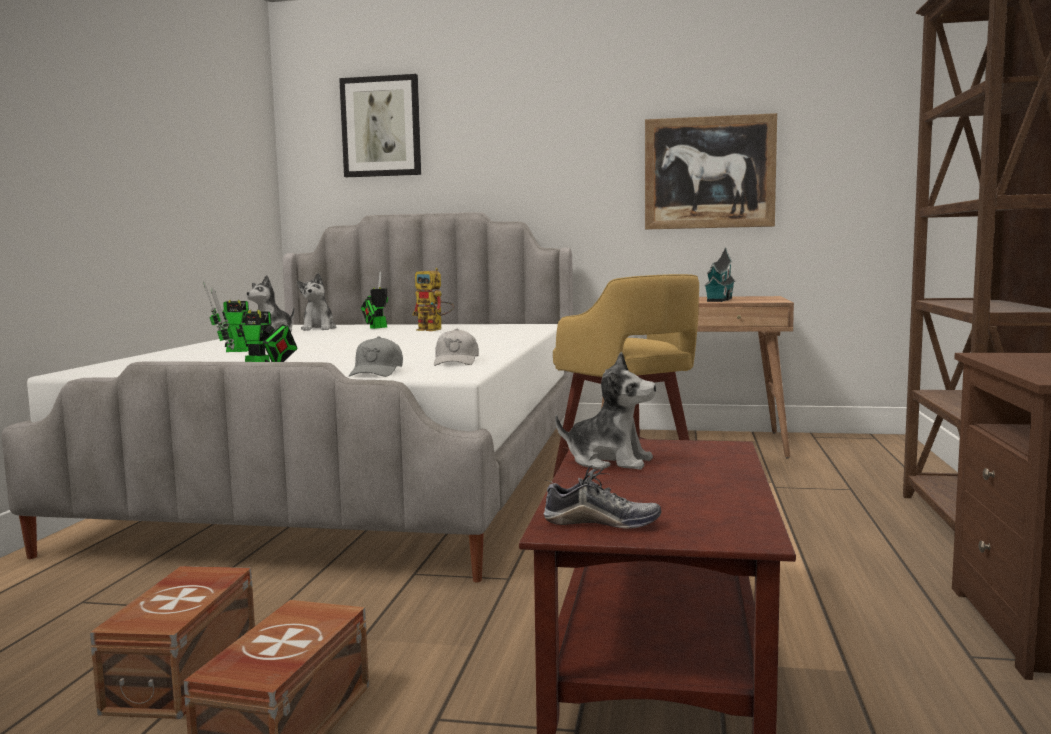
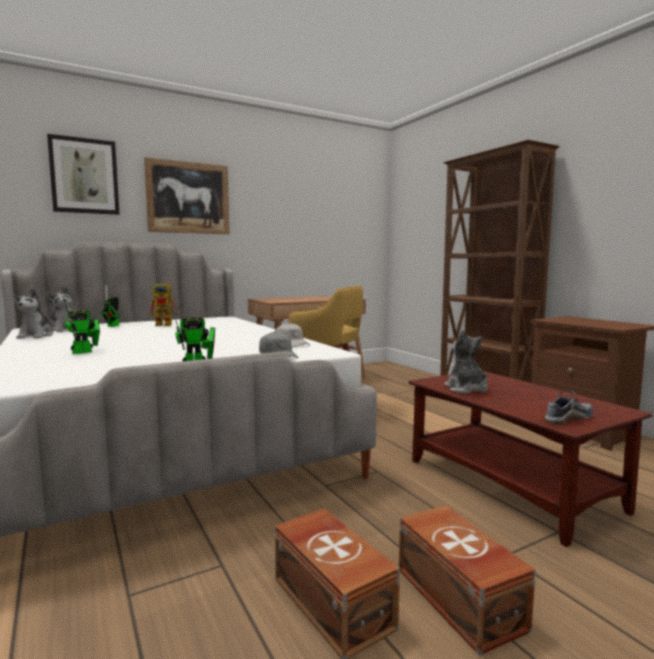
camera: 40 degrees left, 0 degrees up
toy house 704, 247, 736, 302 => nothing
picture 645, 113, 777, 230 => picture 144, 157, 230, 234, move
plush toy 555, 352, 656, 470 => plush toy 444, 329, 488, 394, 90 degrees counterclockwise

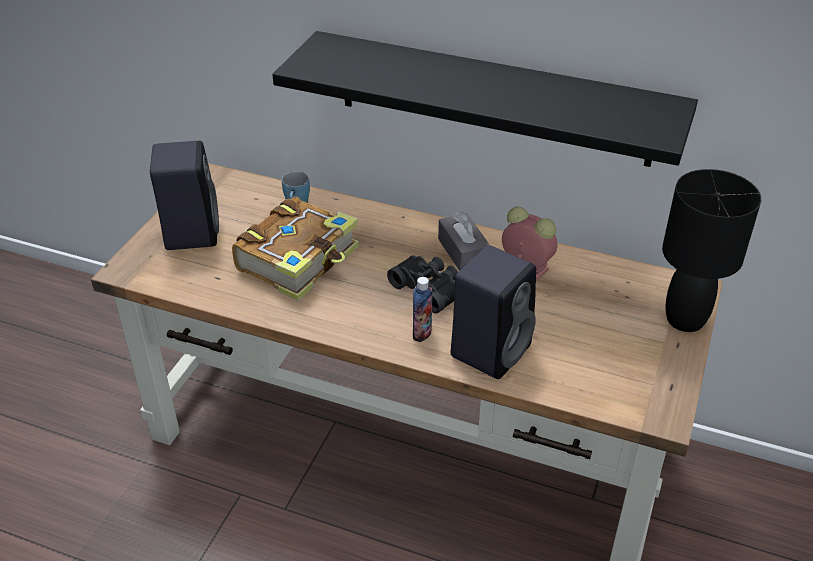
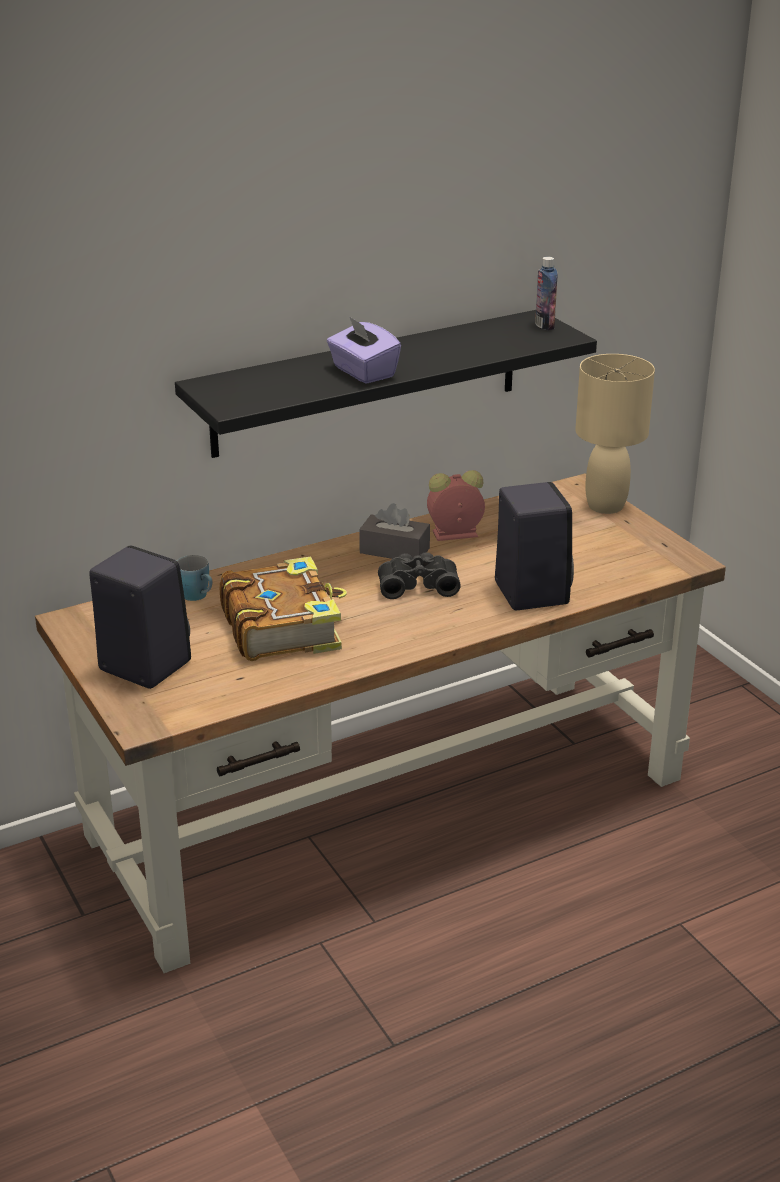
camera: 50 degrees left, 10 degrees down
nothing => purple tissue box 327, 316, 401, 384
bottle 413, 277, 433, 342 => bottle 535, 257, 558, 330, move
black table lamp 662, 169, 761, 332 => beige table lamp 575, 354, 655, 514

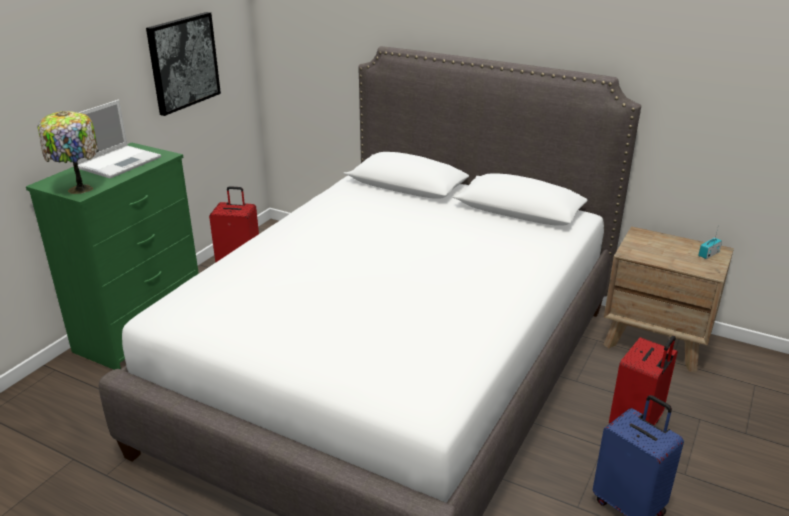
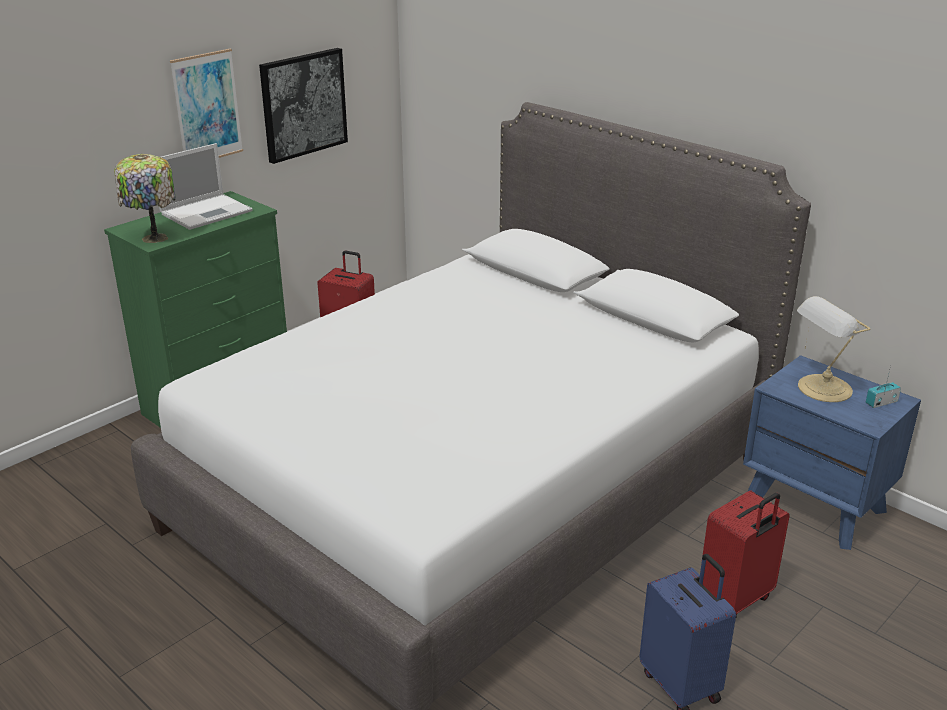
camera: 15 degrees right, 0 degrees up
nothing => picture 170, 49, 243, 158
nothing => table lamp 797, 296, 871, 402
brown nightstand 603, 226, 734, 372 => blue nightstand 743, 355, 921, 550

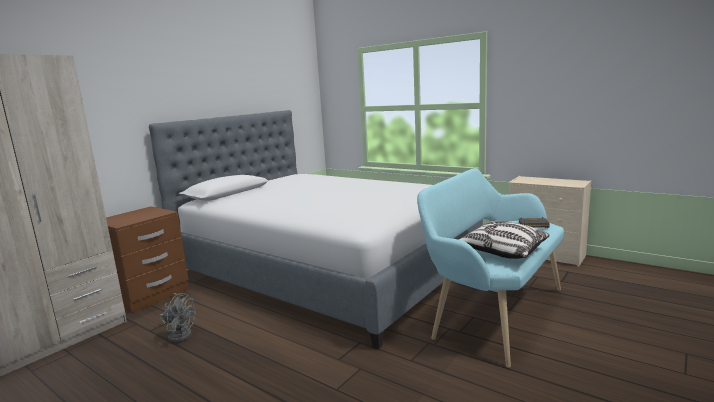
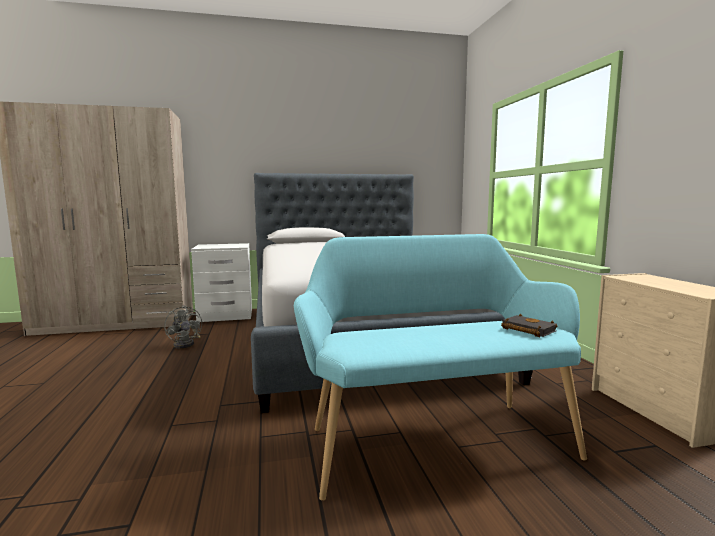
camera: 40 degrees right, 5 degrees down
pillow 459, 221, 550, 259 => nothing
brown nightstand 106, 206, 189, 313 => white nightstand 191, 243, 252, 322

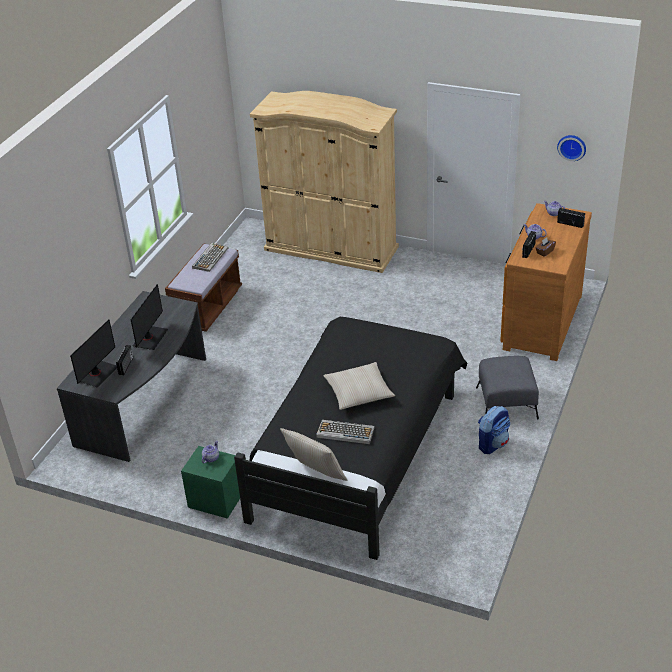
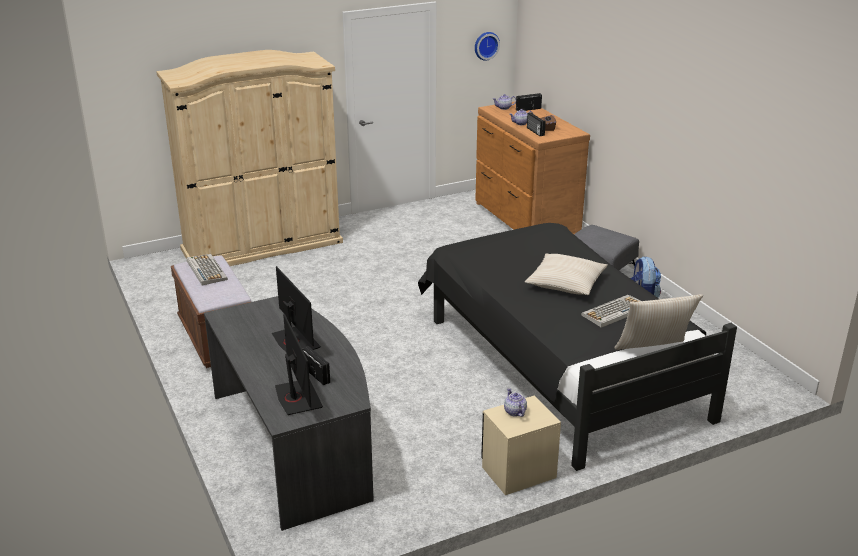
camera: 50 degrees left, 10 degrees down
green nightstand 181, 446, 240, 519 => beige nightstand 481, 396, 561, 495

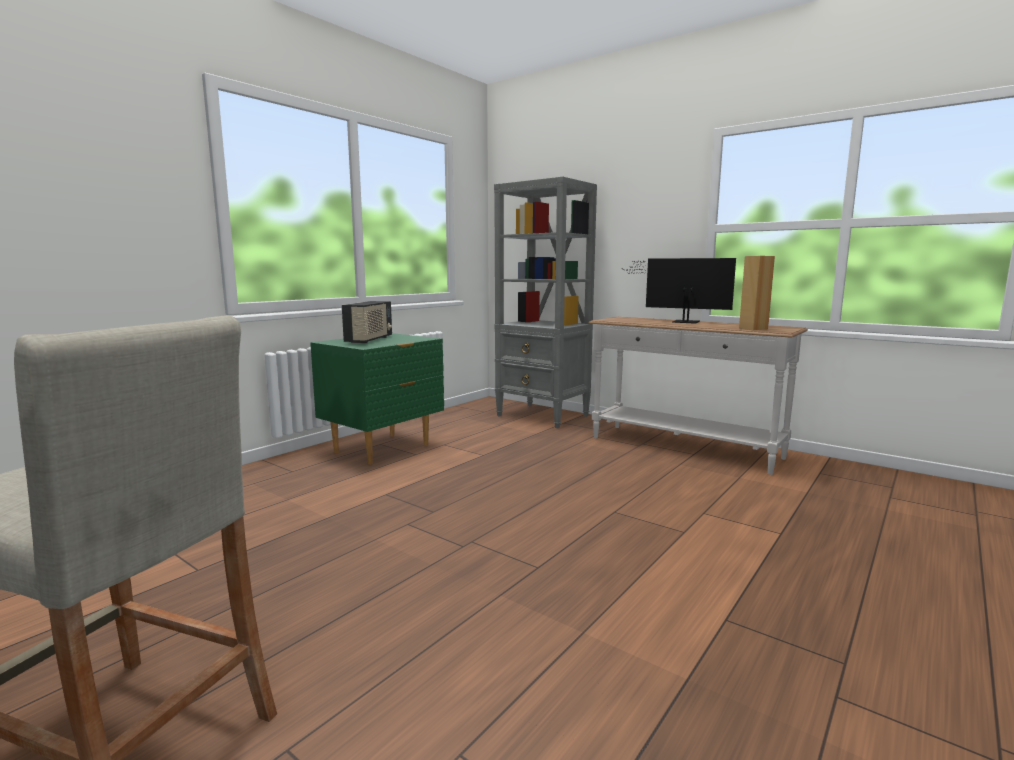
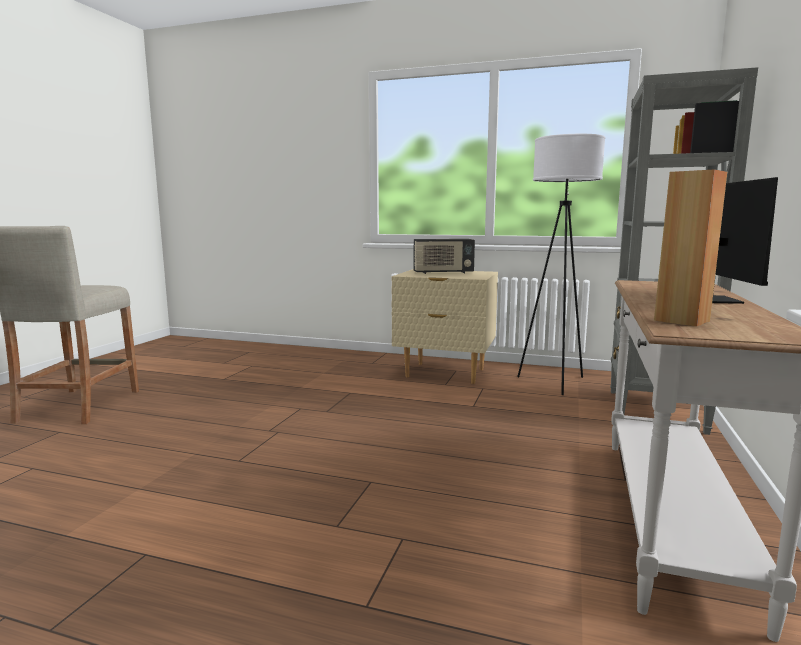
camera: 70 degrees right, 0 degrees up
nothing => white floor lamp 517, 134, 605, 395
green nightstand 310, 333, 444, 465 => beige nightstand 391, 269, 498, 384

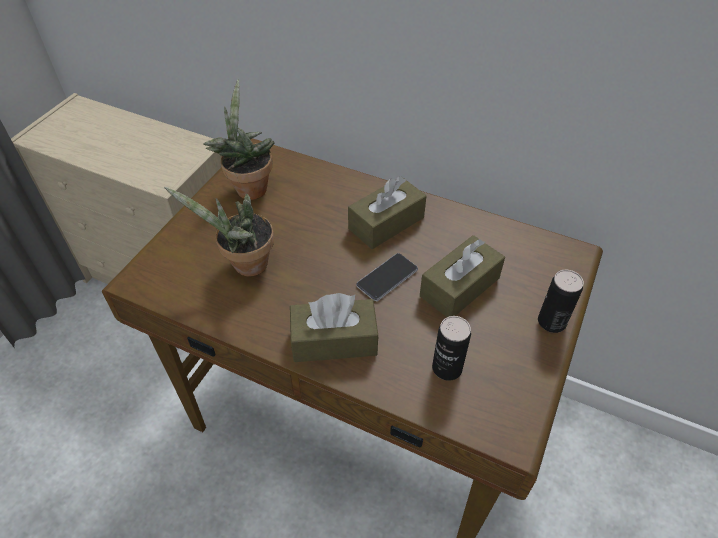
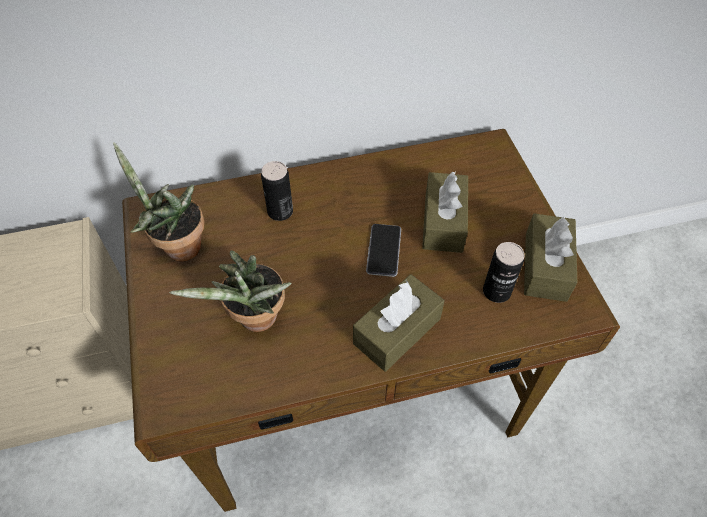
camera: 40 degrees left, 5 degrees up
brown tissue box 348, 176, 427, 249 => brown tissue box 524, 214, 577, 302, move
can 538, 270, 584, 333 => can 261, 161, 293, 221, move

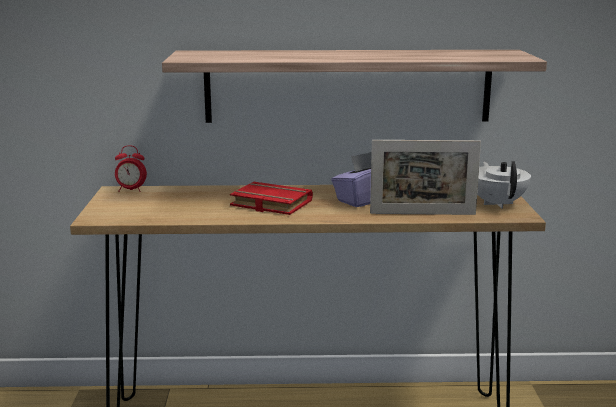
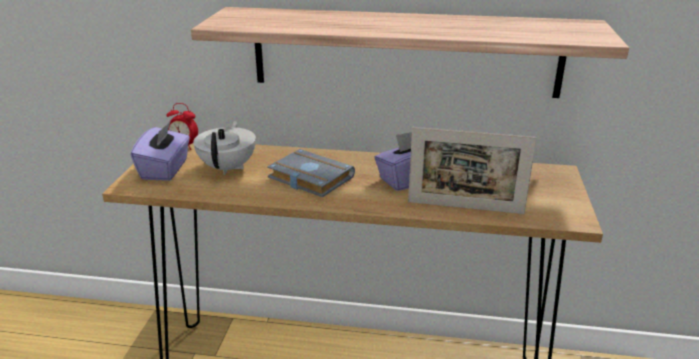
camera: 10 degrees right, 10 degrees up
nothing => purple tissue box 131, 121, 190, 181
white teapot 477, 161, 531, 209 => white teapot 193, 121, 256, 175, move
red book 230, 182, 313, 215 => grey book 267, 149, 355, 197

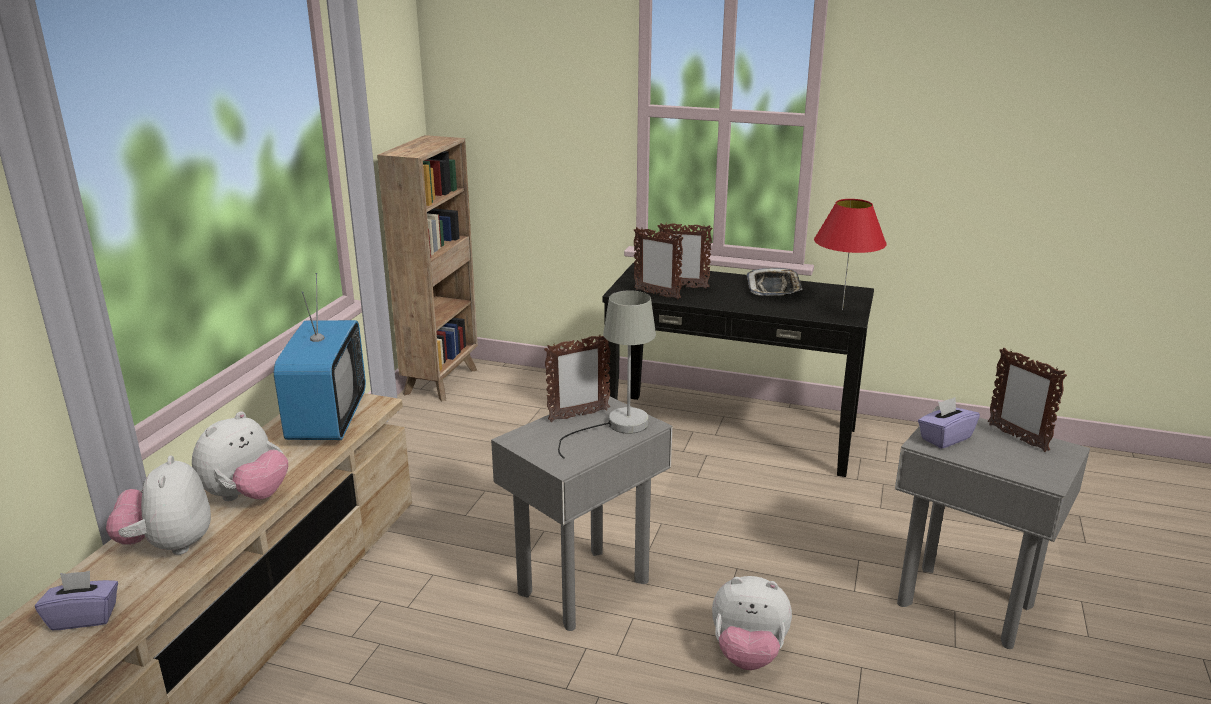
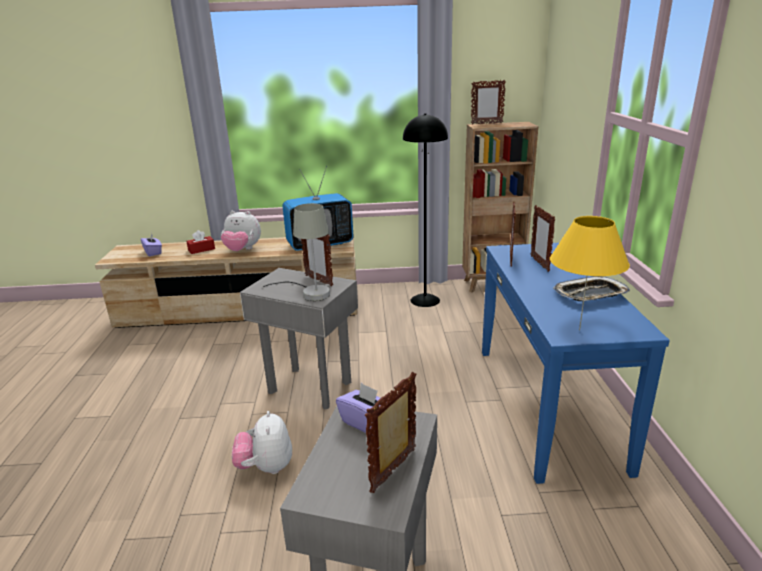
camera: 70 degrees right, 0 degrees up
nothing => black floor lamp 403, 113, 448, 307
nothing => picture frame 471, 80, 506, 124
plush toy 106, 456, 211, 555 => red tissue box 186, 230, 215, 254
black console table 602, 263, 874, 477 => blue console table 482, 243, 670, 484
red table lamp 814, 199, 887, 310 => yellow table lamp 550, 216, 630, 330

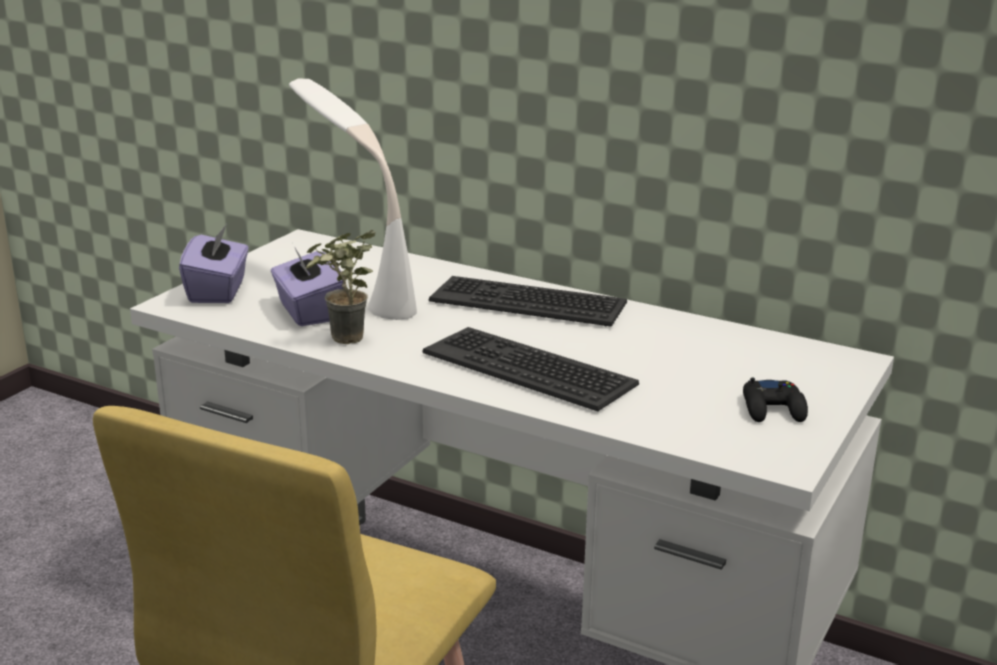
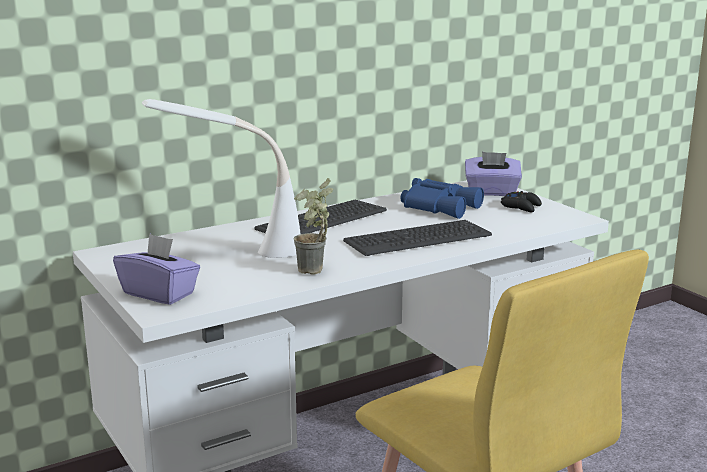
camera: 60 degrees left, 5 degrees down
nothing => blue binoculars 401, 178, 484, 219
purple tissue box 271, 248, 344, 326 => purple tissue box 465, 152, 522, 196, move

